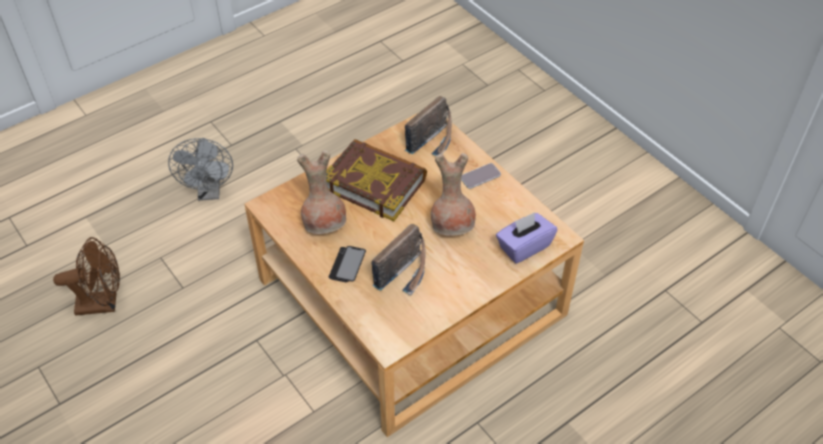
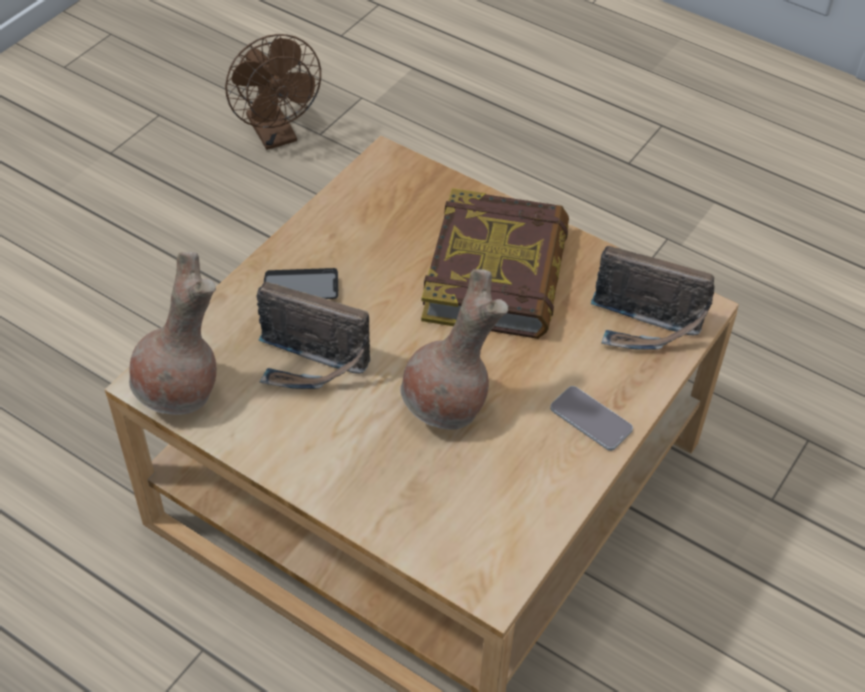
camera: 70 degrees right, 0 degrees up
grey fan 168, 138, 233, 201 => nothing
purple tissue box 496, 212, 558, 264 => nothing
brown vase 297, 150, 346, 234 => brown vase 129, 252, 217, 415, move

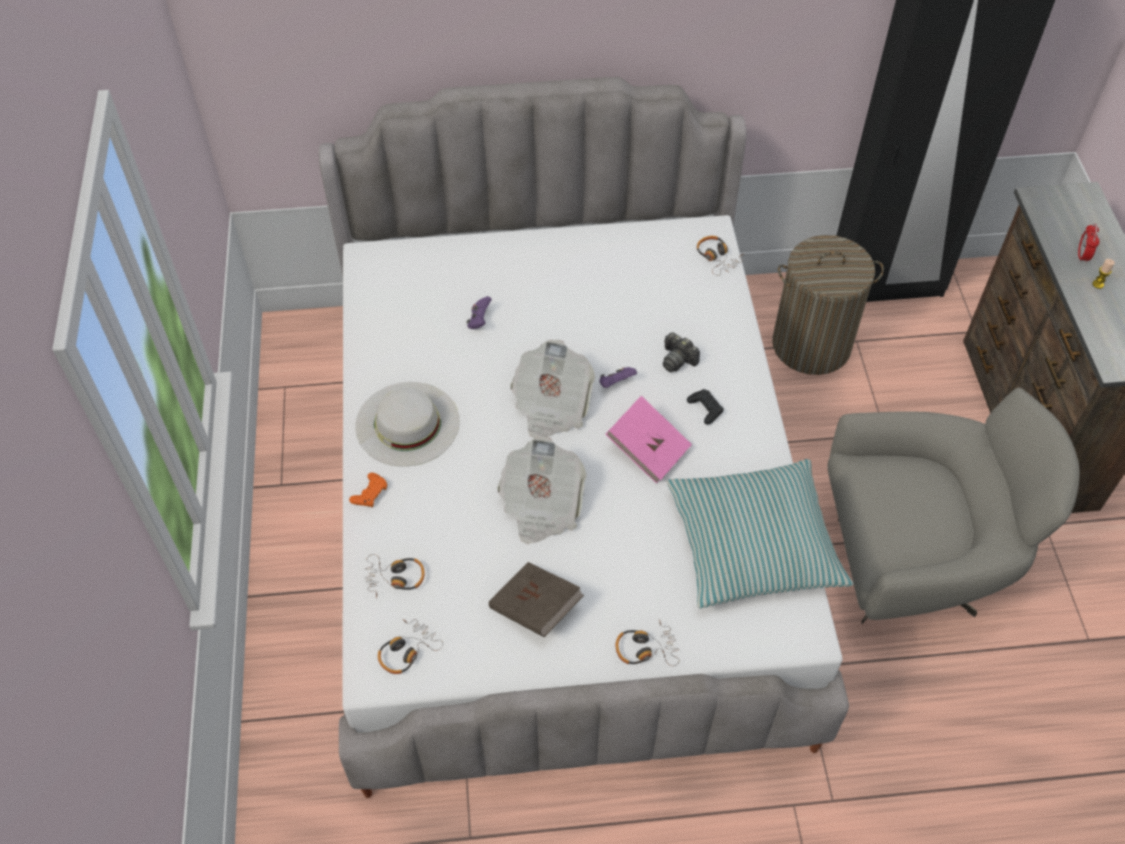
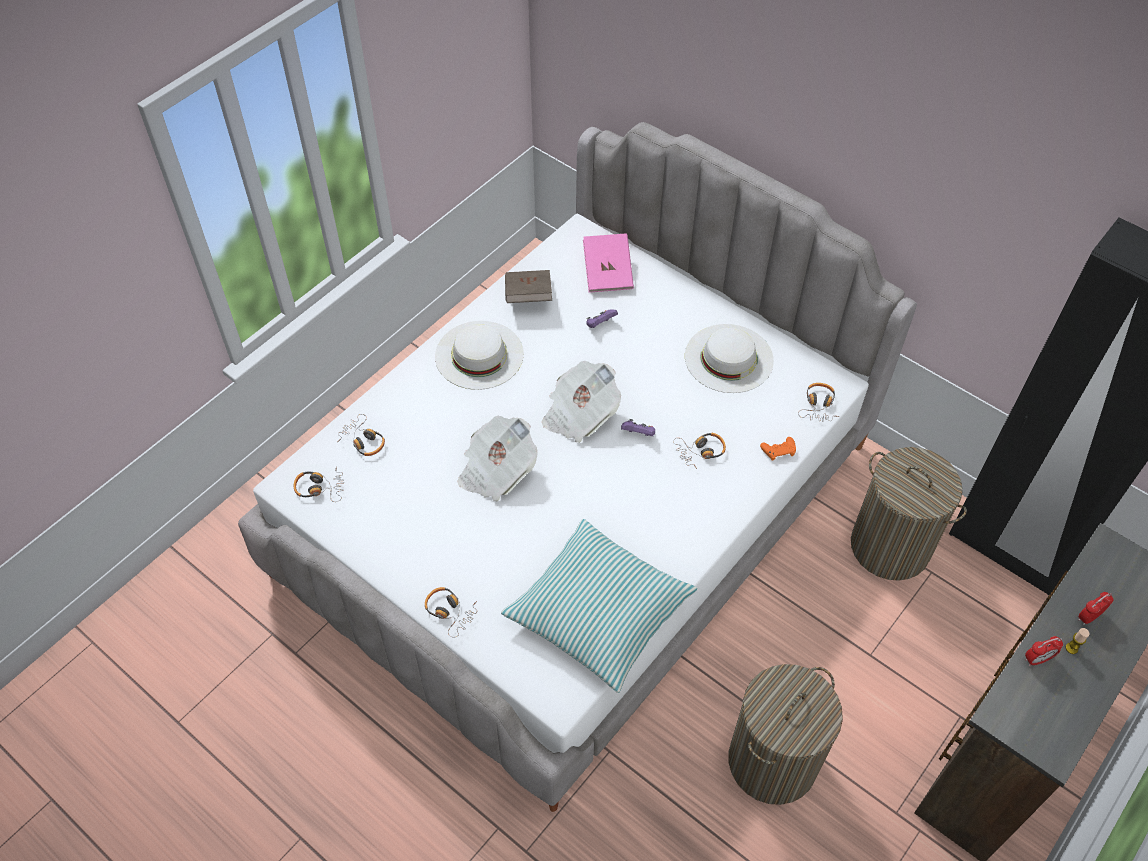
camera: 45 degrees right, 0 degrees up
black game controller 687, 389, 724, 425 => nothing
nothing => white hat 685, 324, 774, 393
nothing => alarm clock 1025, 636, 1063, 666
orange game controller 349, 473, 387, 507 => orange game controller 760, 437, 796, 461, move
brown book 489, 562, 584, 637 => brown book 505, 270, 552, 303, move
pink book 605, 396, 692, 483 => pink book 583, 233, 634, 293, move
photo camera 663, 332, 700, 372 => headphones 673, 433, 726, 469
grey armchair 828, 387, 1080, 624 => laundry basket 728, 664, 843, 805

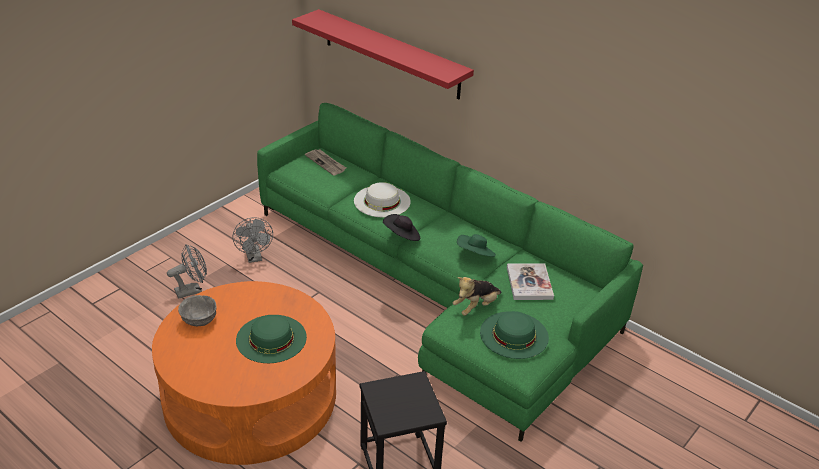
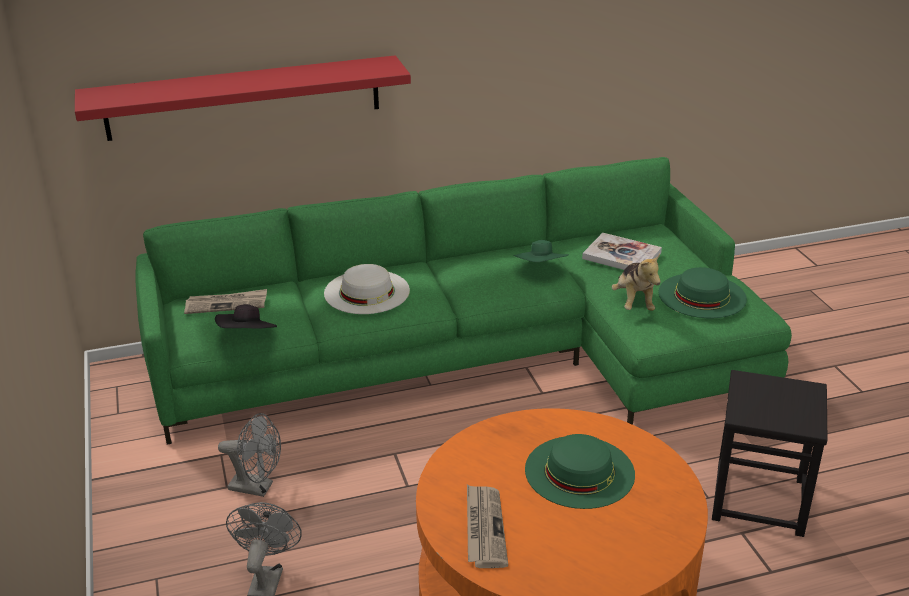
camera: 55 degrees left, 5 degrees down
black hat 383, 214, 420, 241 => black hat 215, 304, 277, 329, move
grey bowl 178, 295, 217, 326 => newspaper 467, 485, 508, 568

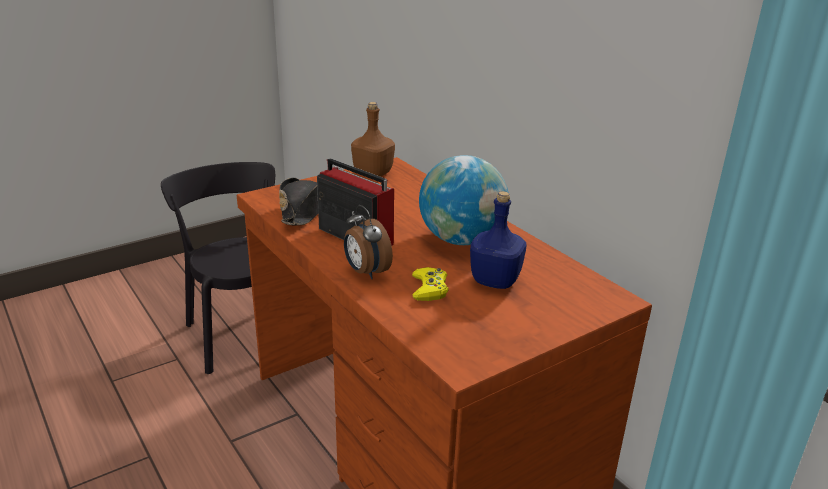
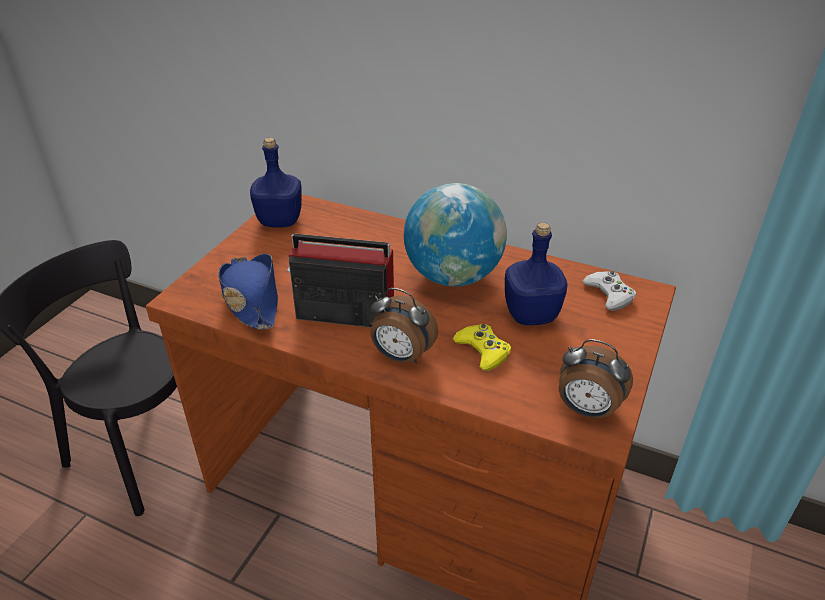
camera: 30 degrees left, 10 degrees up
nothing => alarm clock 559, 339, 633, 419
nothing => white game controller 583, 271, 636, 311
black hat 279, 177, 318, 226 => blue hat 218, 254, 278, 330
brown bottle 351, 102, 395, 177 => blue bottle 250, 138, 302, 228

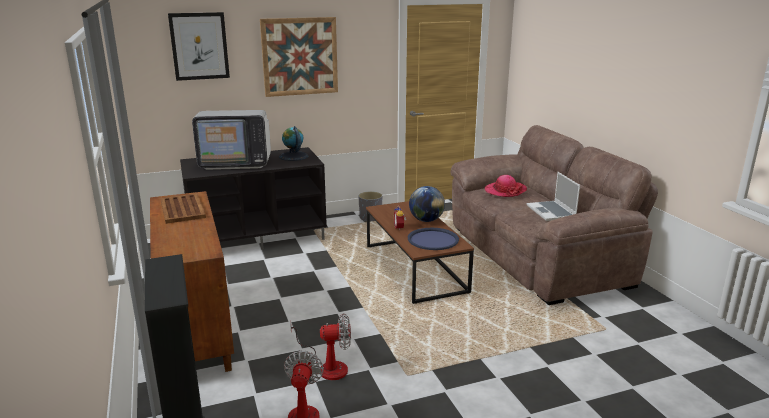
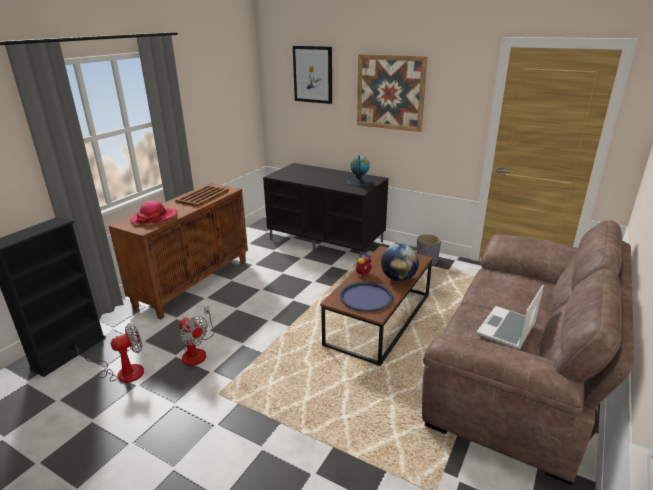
camera: 50 degrees right, 5 degrees up
television 192, 110, 271, 170 => nothing
hat 485, 175, 527, 197 => hat 130, 200, 178, 225, move

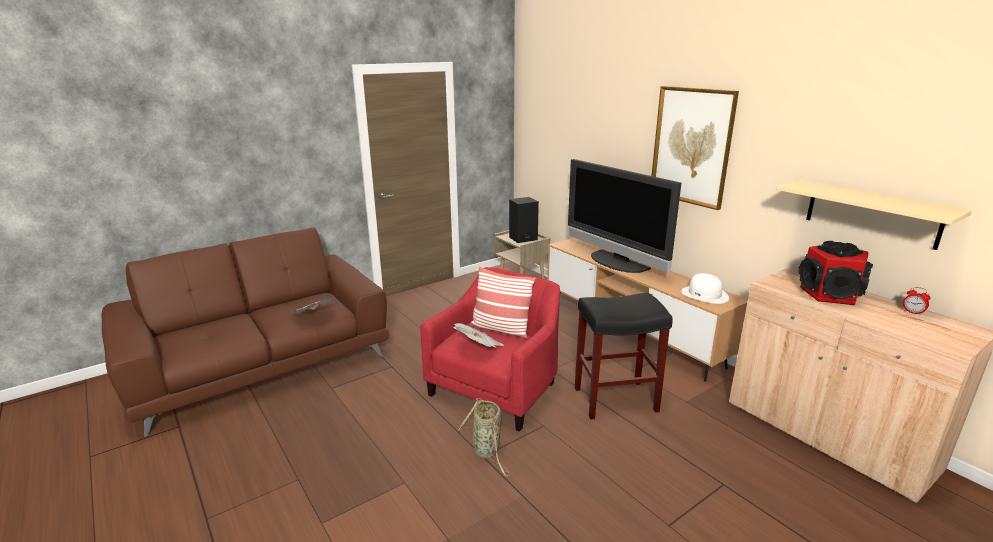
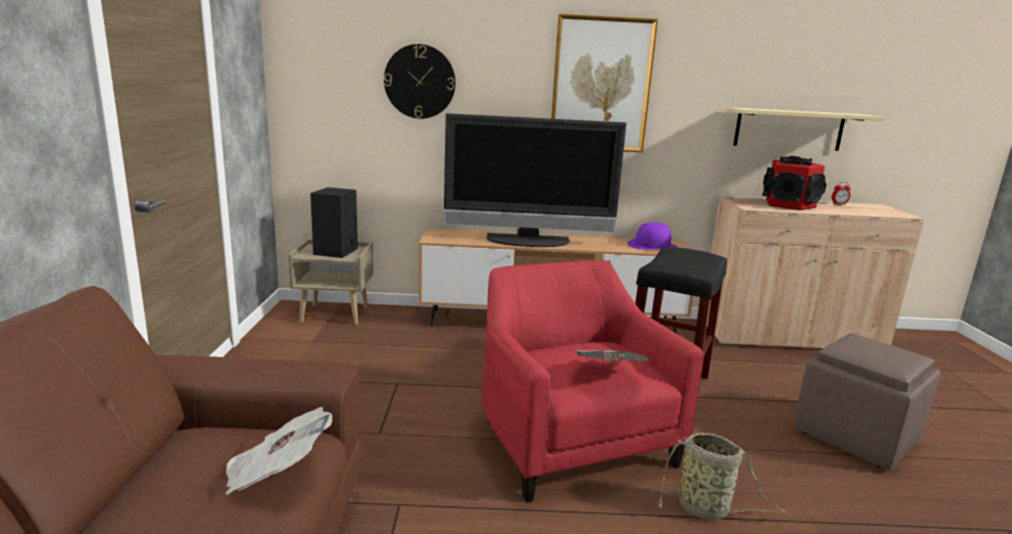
camera: 55 degrees left, 5 degrees down
pillow 470, 266, 536, 338 => nothing
nothing => wall clock 384, 44, 456, 119
nothing => brown ottoman 794, 333, 940, 471
white hat 681, 273, 729, 304 => purple hat 627, 222, 678, 250

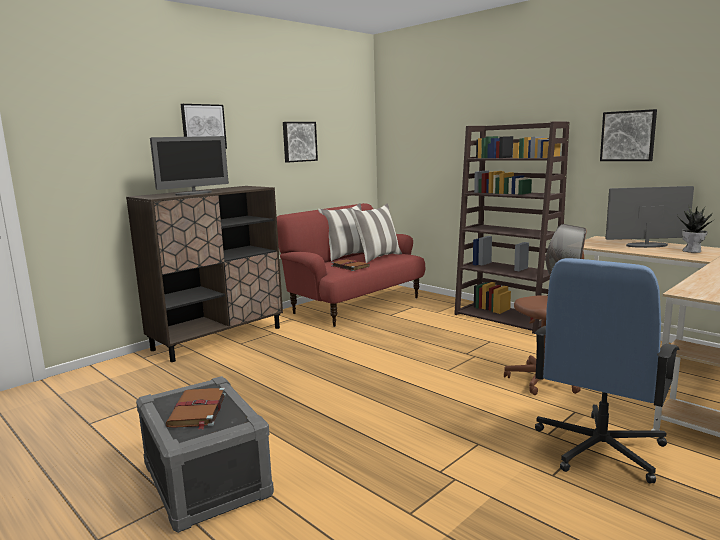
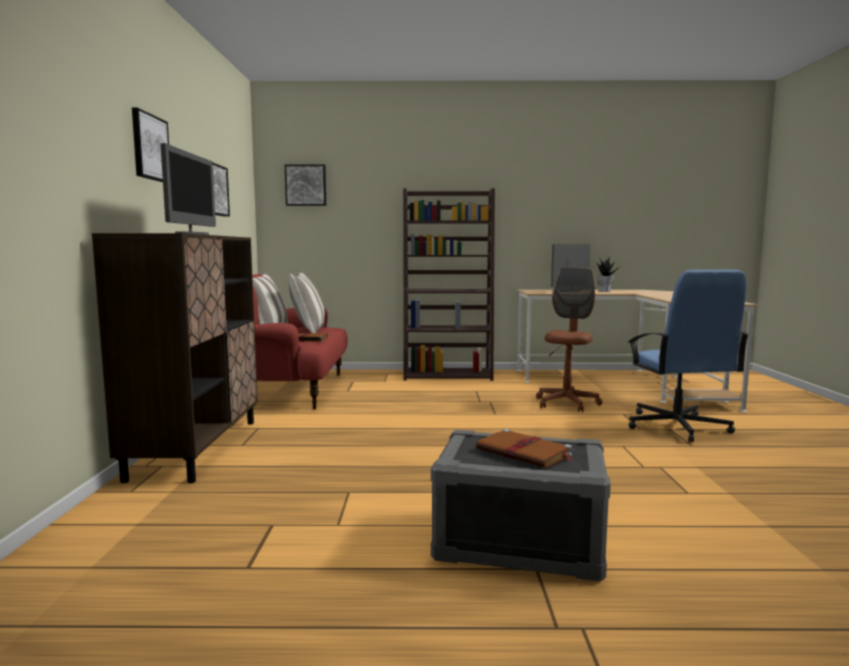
camera: 45 degrees left, 5 degrees down
picture 600, 109, 657, 161 => picture 285, 164, 326, 206, move

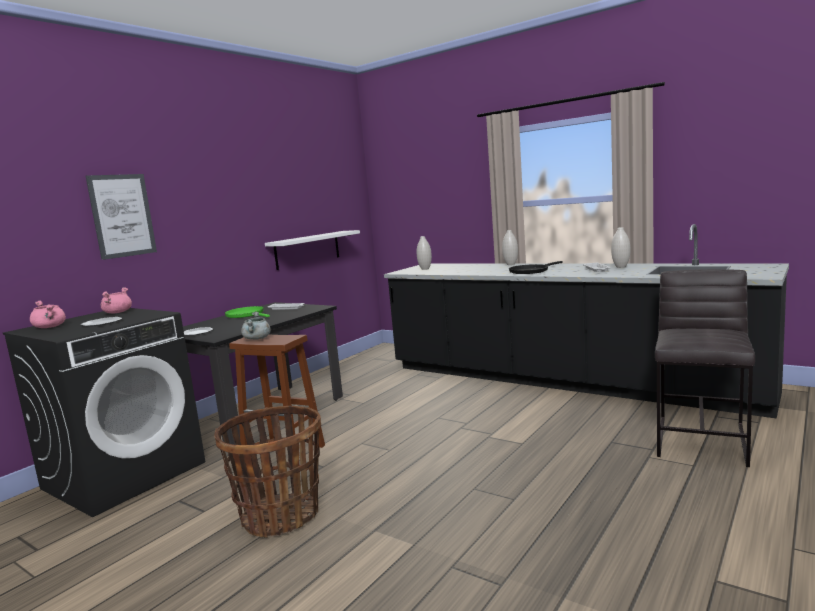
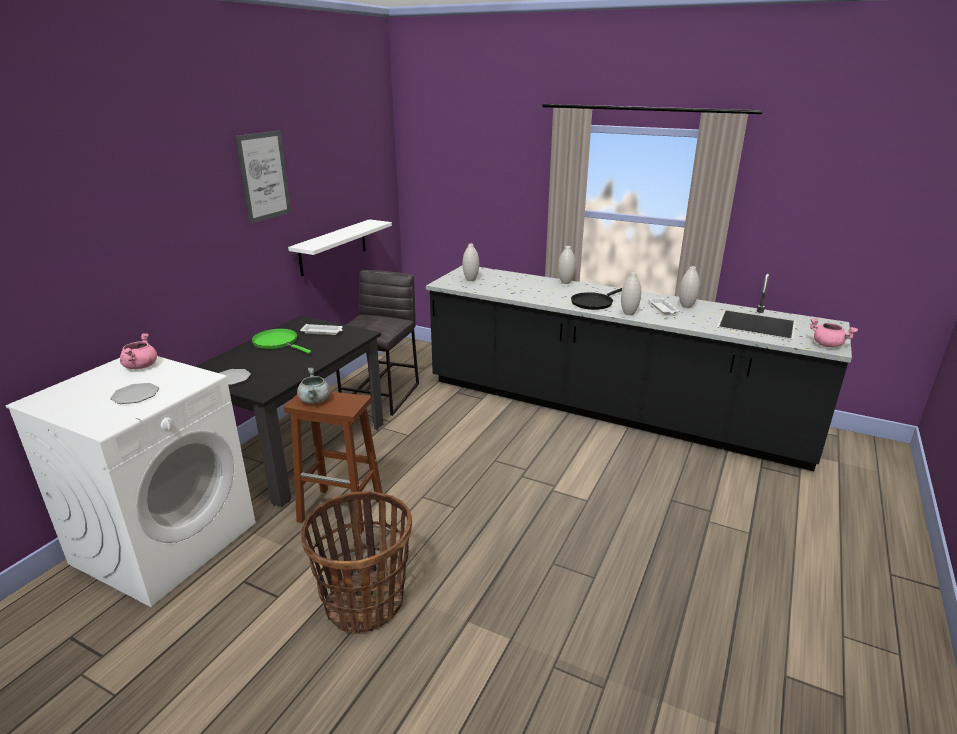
camera: 10 degrees left, 15 degrees up
nothing => white vase 621, 272, 641, 315
pink cooking pot 30, 301, 66, 328 => pink cooking pot 810, 318, 858, 347, move
picture 86, 174, 157, 260 => picture 235, 131, 291, 224, move
grey stool 655, 269, 755, 467 => grey stool 336, 270, 419, 416, move
black washing machine 3, 308, 205, 517 => white washing machine 5, 356, 256, 607

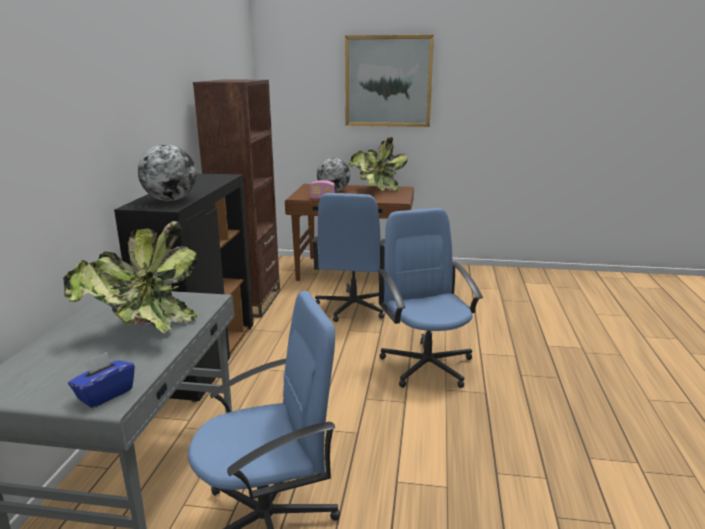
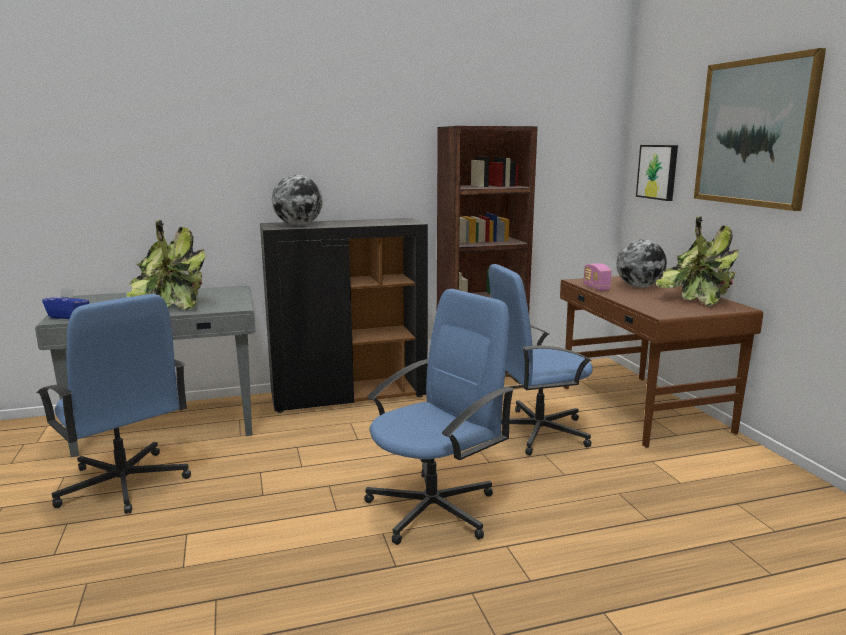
camera: 65 degrees right, 5 degrees down
nothing => picture 636, 145, 678, 201

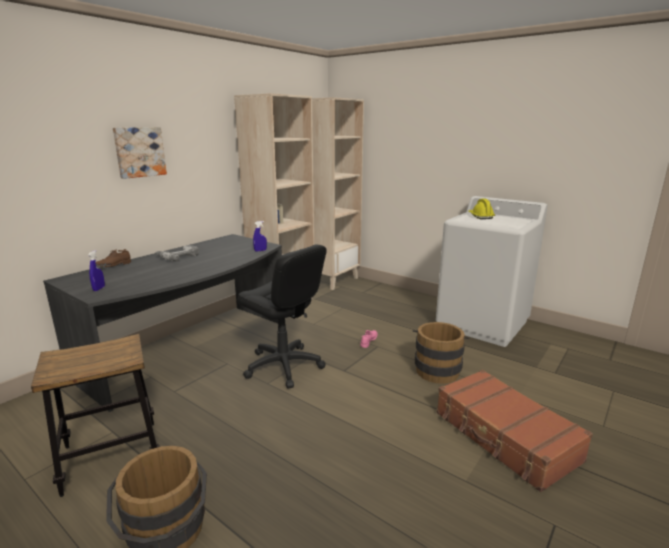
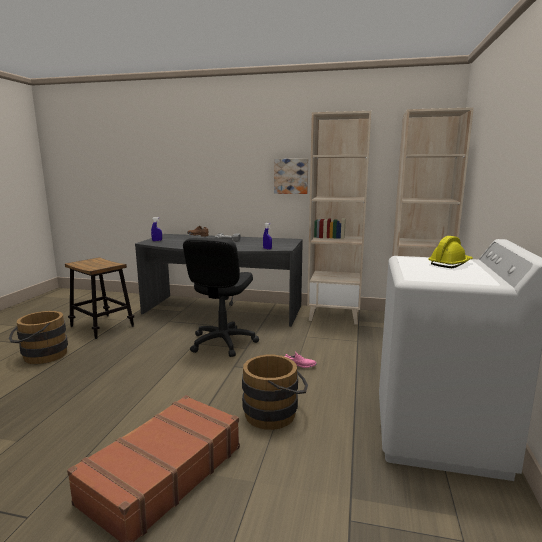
camera: 65 degrees right, 5 degrees down
picture 113, 127, 167, 179 => picture 274, 159, 308, 194, move

